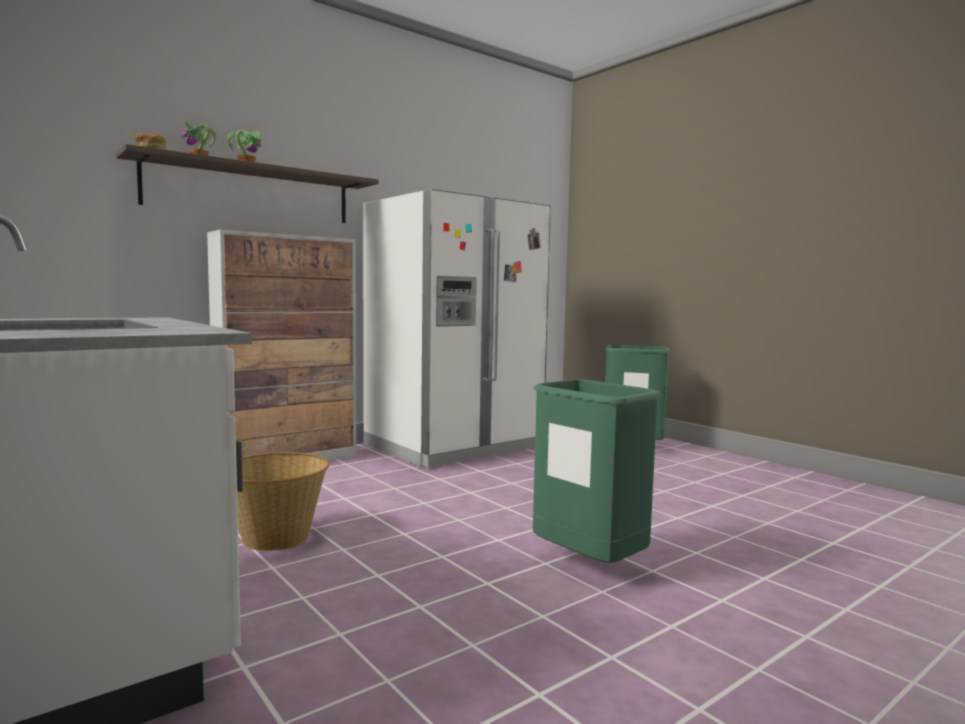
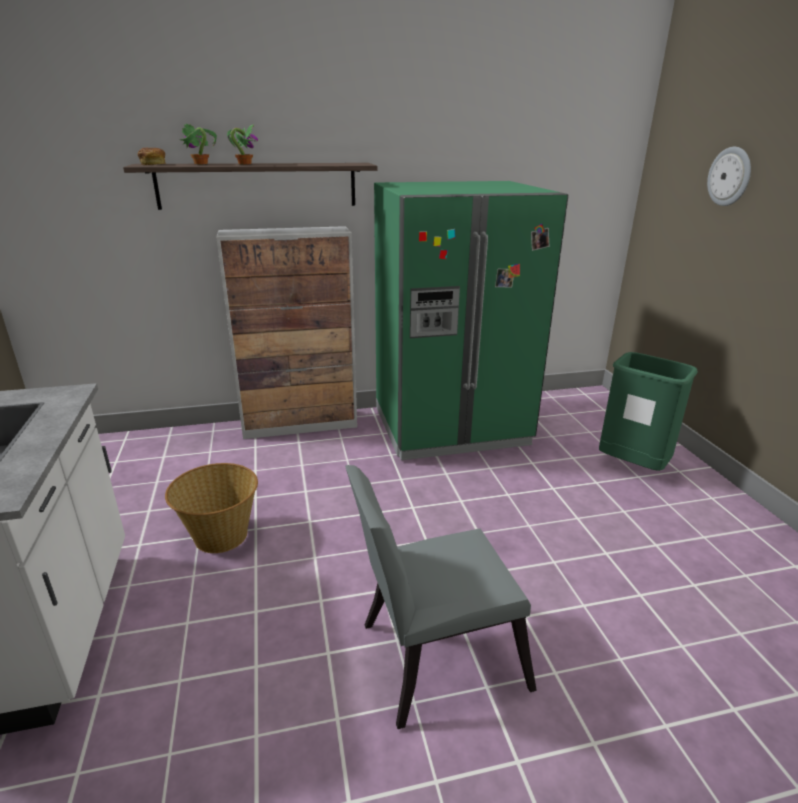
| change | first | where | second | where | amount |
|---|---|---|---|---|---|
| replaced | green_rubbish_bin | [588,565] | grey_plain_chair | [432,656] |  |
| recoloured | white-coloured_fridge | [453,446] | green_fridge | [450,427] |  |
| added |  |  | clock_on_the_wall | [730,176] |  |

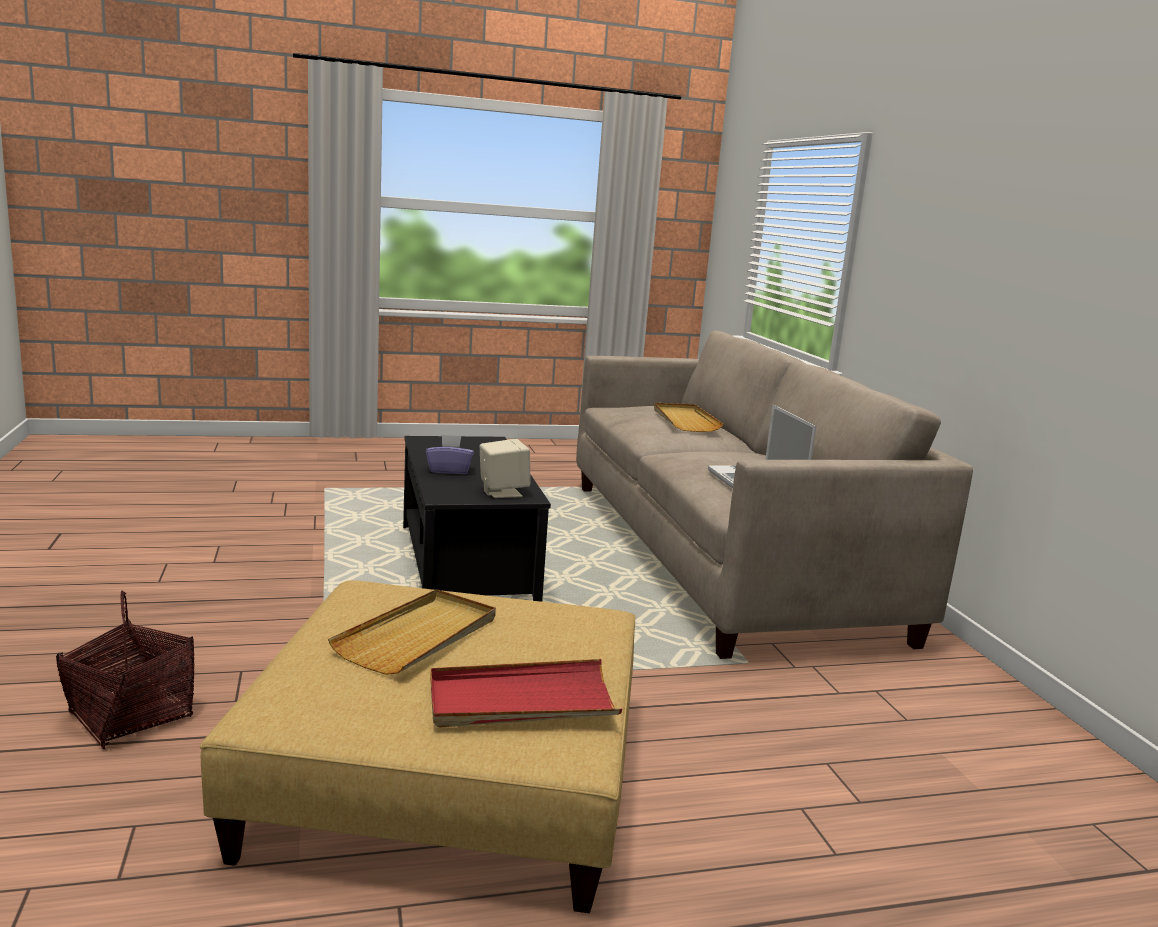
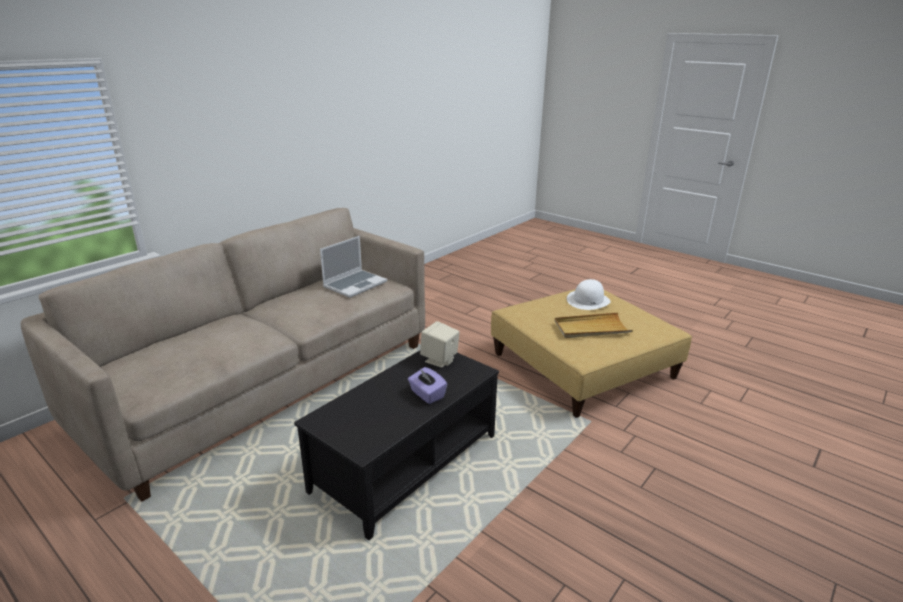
| change | first | where | second | where | amount |
|---|---|---|---|---|---|
| replaced | reddish_tray | [521,701] | white-coloured_hat | [588,300] |  |
| removed | household_basket | [131,716] |  |  |  |
| removed | sand-coloured_tray | [685,420] |  |  |  |

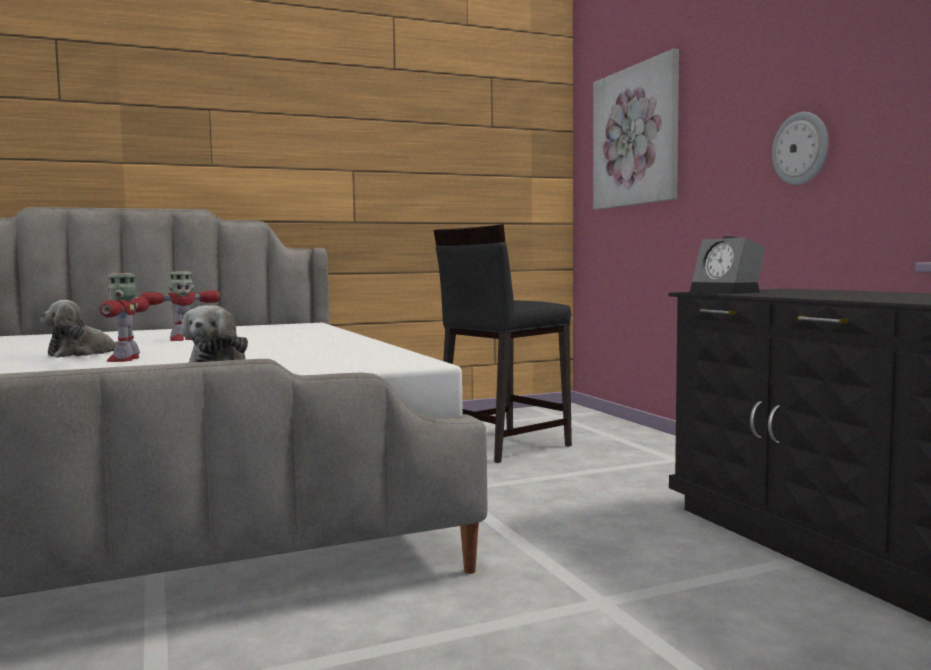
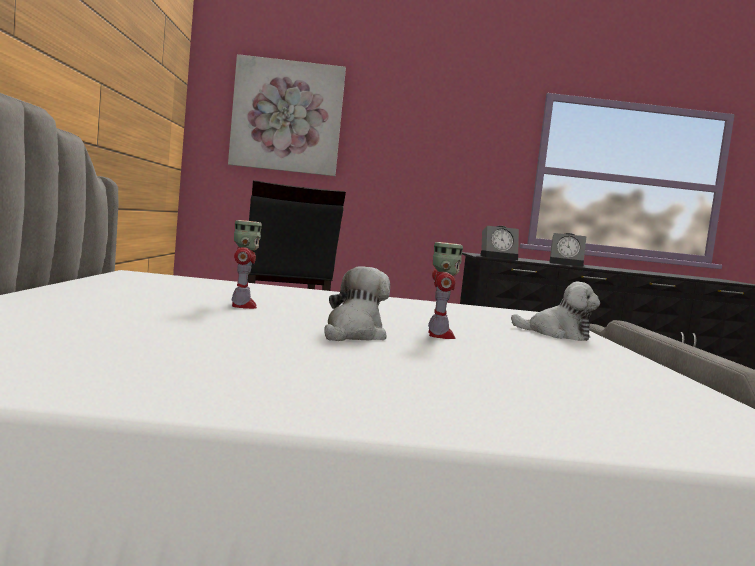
| change | first | where | second | where | amount |
|---|---|---|---|---|---|
| turned | soft_toy | [83,354] |  | [353,335] | 135 degrees counterclockwise |
| turned | toy_robot | [125,359] |  | [439,335] | 105 degrees counterclockwise |
| added |  |  | bedside_clock | [567,264] |  |
| removed | clock_on_the_wall | [801,148] |  |  |  |

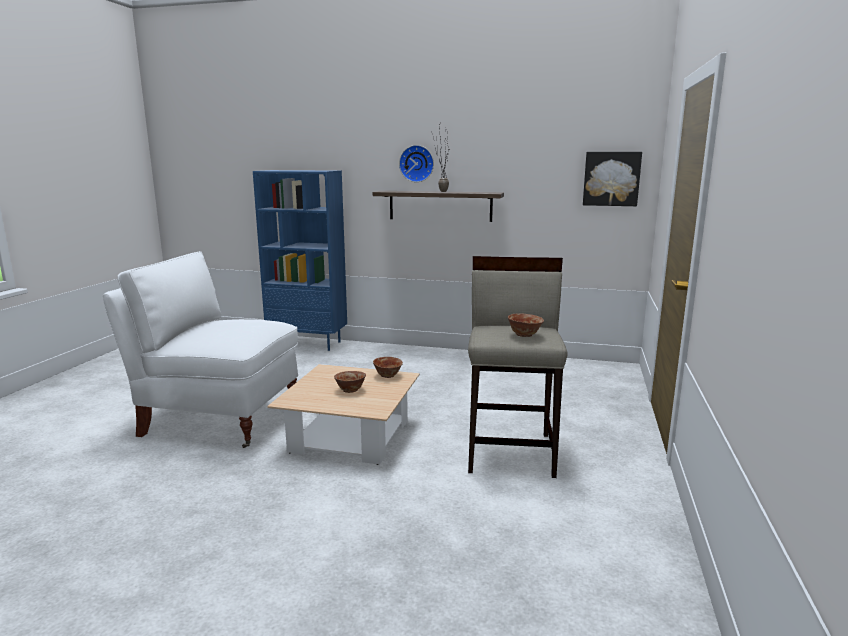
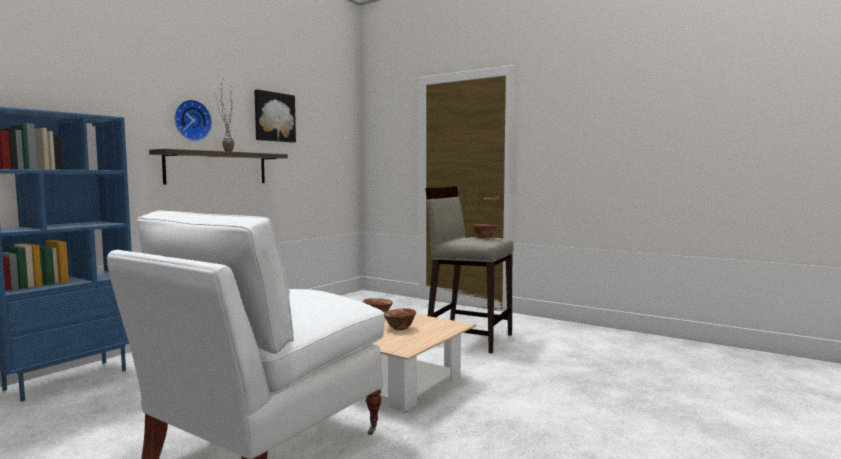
| change | first | where | second | where | amount |
|---|---|---|---|---|---|
| moved | picture | [611,178] |  | [274,117] |  |

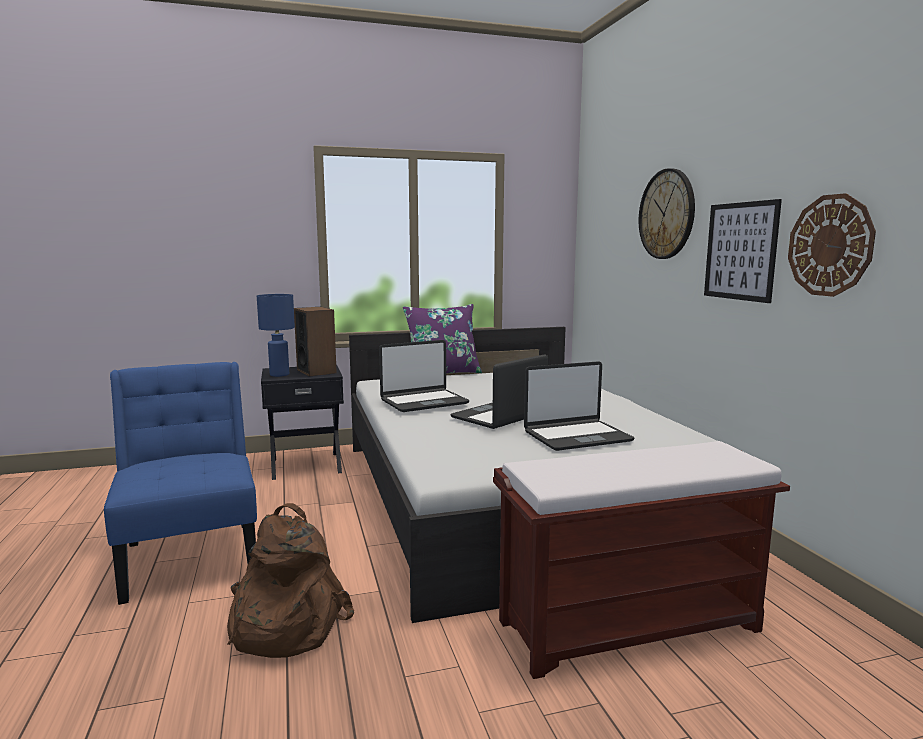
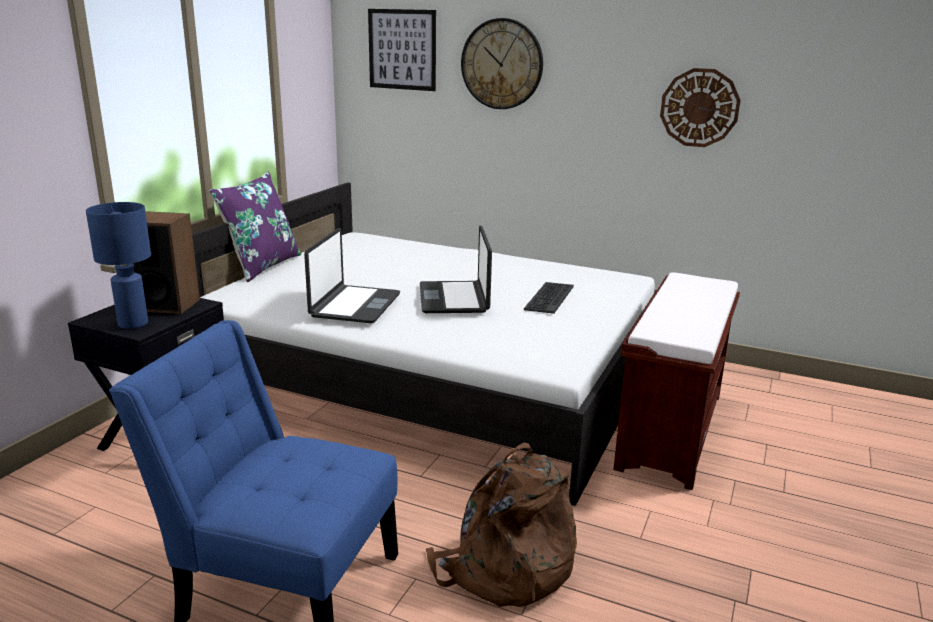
| change | first | where | second | where | amount |
|---|---|---|---|---|---|
| moved | picture | [740,251] |  | [402,49] |  |
| replaced | notebook_computer | [576,436] | computer_keyboard | [548,298] |  |

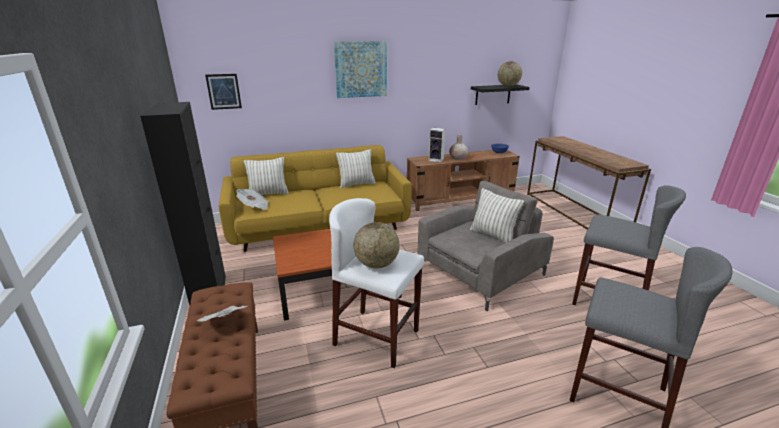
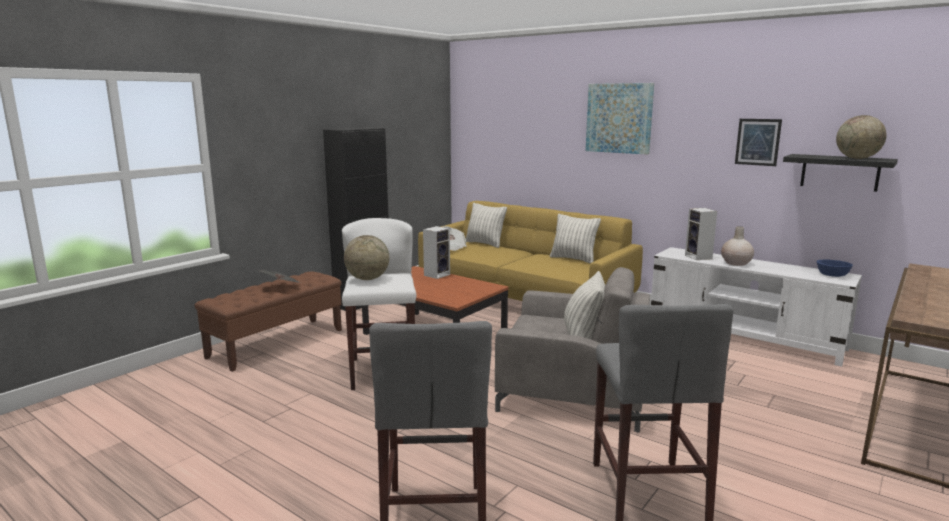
| change | first | where | second | where | amount |
|---|---|---|---|---|---|
| added |  |  | audio_speaker | [437,274] |  |
| recoloured | brownish_tv_unit | [460,199] | white-coloured_tv_unit | [744,336] |  |
| moved | picture | [224,91] |  | [757,142] |  |

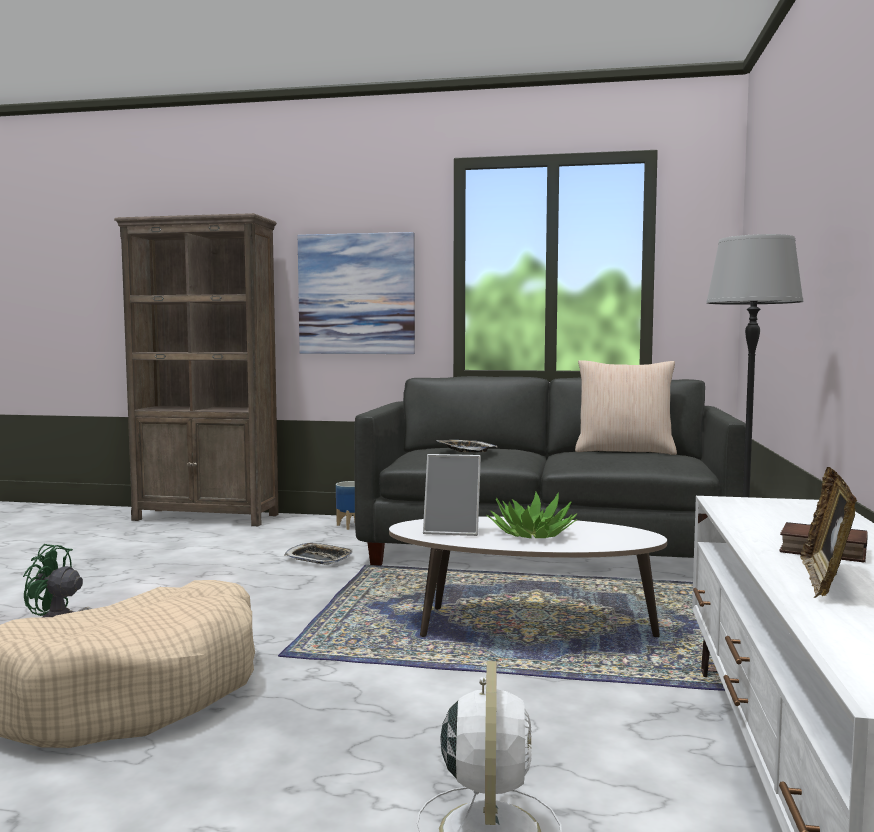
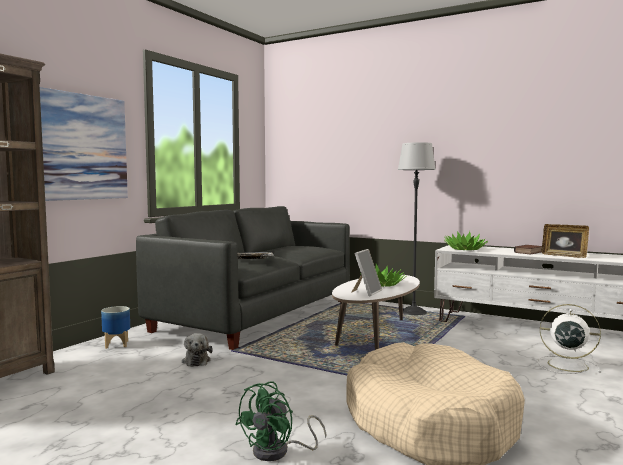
| change | first | where | second | where | amount |
|---|---|---|---|---|---|
| replaced | tray | [319,559] | soft_toy | [196,360] |  |
| added |  |  | houseplant | [465,249] |  |
| removed | sand-coloured_throw_pillow | [624,451] |  |  |  |

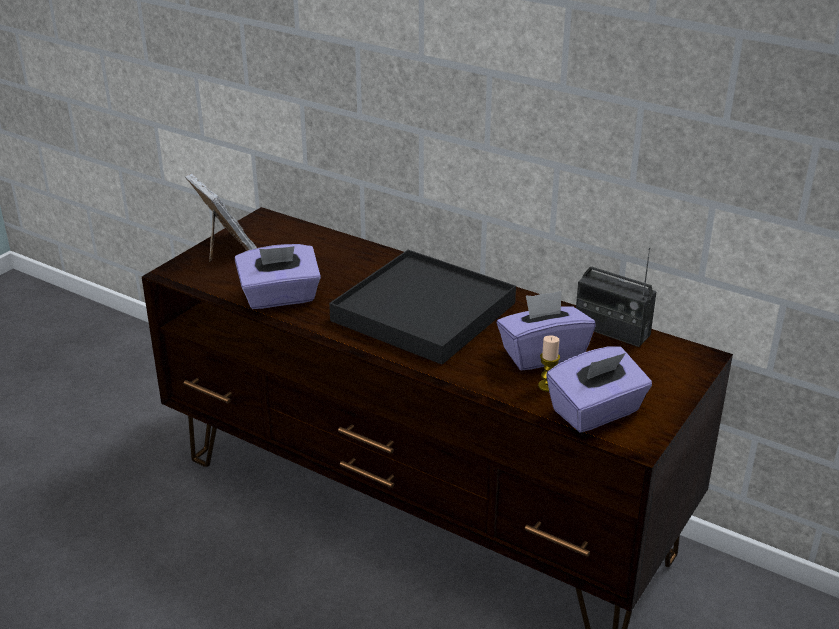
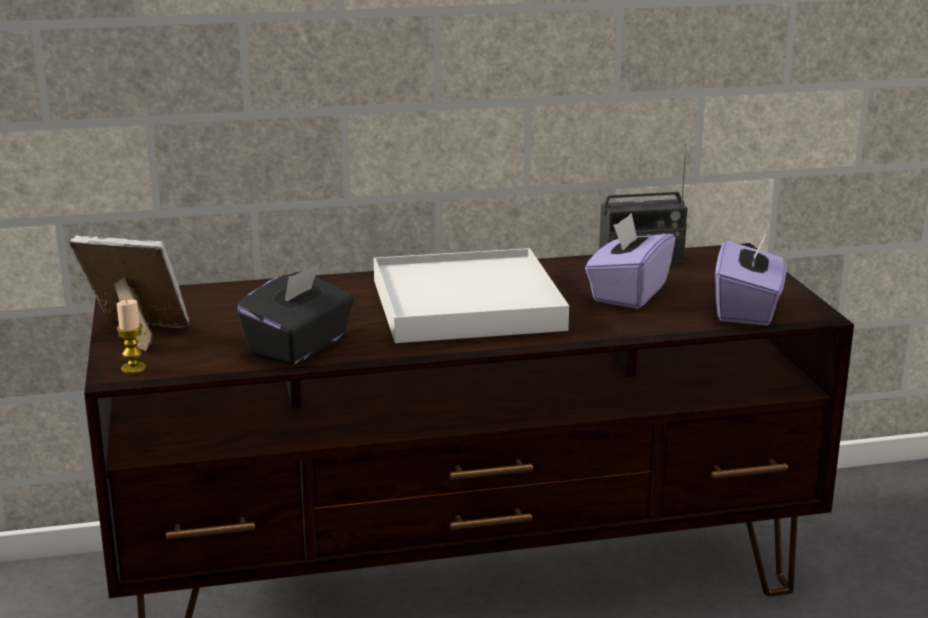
| change | first | where | second | where | amount |
|---|---|---|---|---|---|
| moved | candle | [547,386] |  | [133,368] |  |
| recoloured | purplish_tissue_box | [280,297] | blackish_tissue_box | [299,347] |  |
| recoloured | blackish_tray | [423,312] | white-coloured_tray | [466,304] |  |

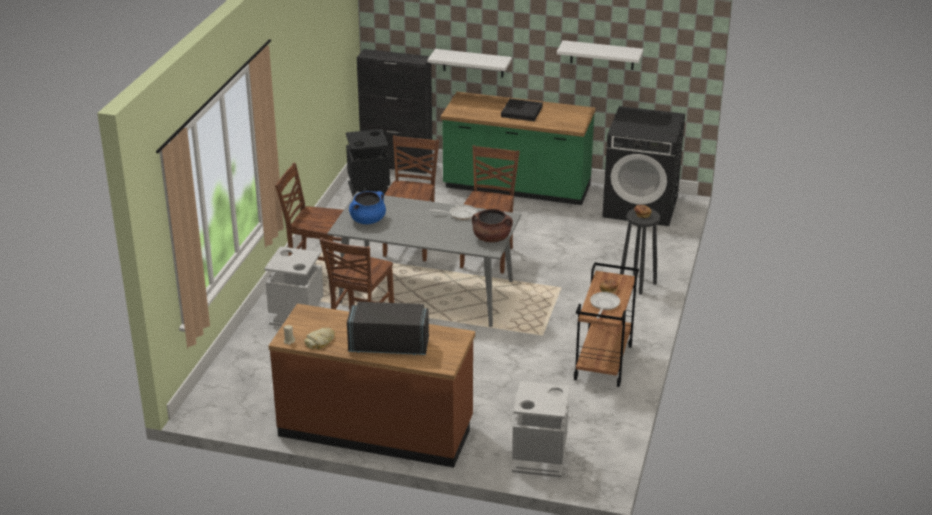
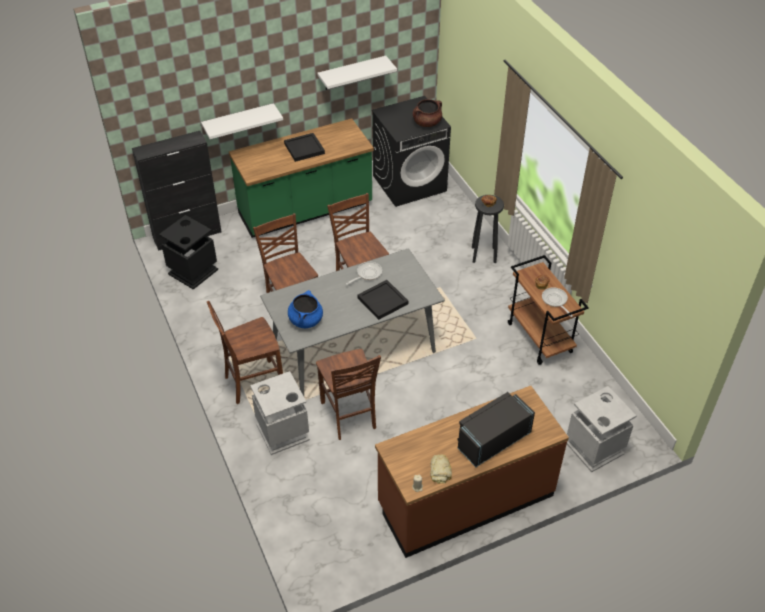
| change | first | where | second | where | amount |
|---|---|---|---|---|---|
| added |  |  | blackish_tray | [382,300] |  |
| moved | brownish_saucepot | [492,238] |  | [427,123] |  |

